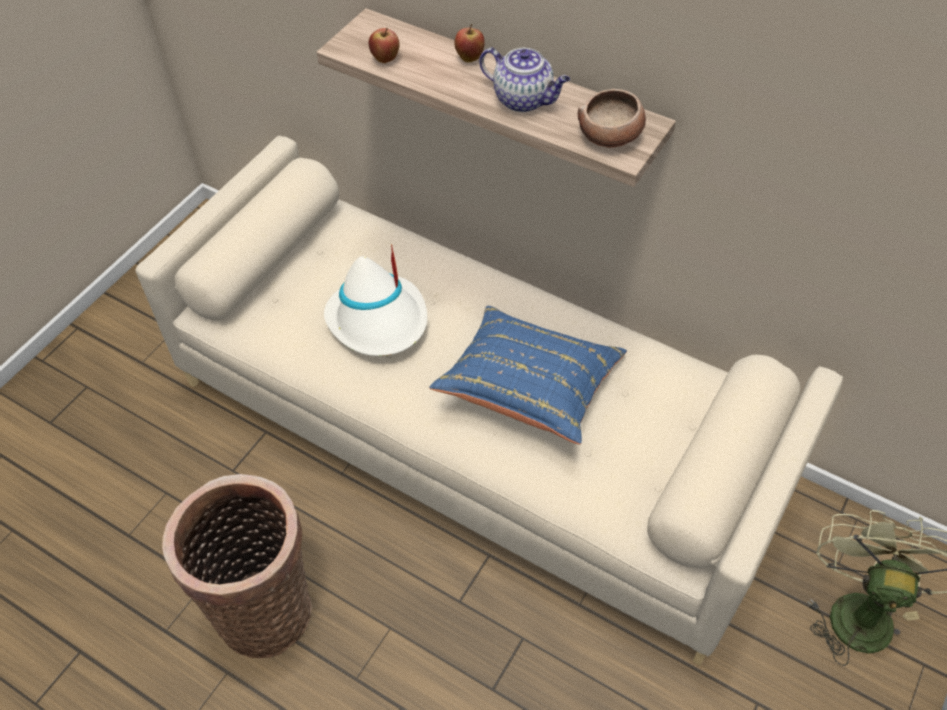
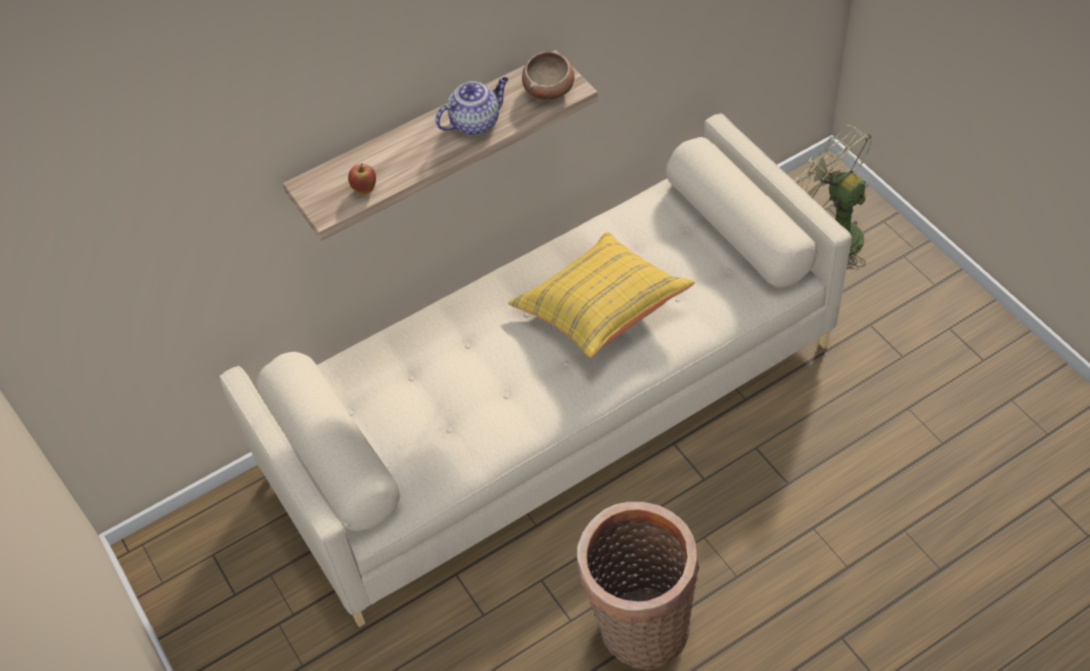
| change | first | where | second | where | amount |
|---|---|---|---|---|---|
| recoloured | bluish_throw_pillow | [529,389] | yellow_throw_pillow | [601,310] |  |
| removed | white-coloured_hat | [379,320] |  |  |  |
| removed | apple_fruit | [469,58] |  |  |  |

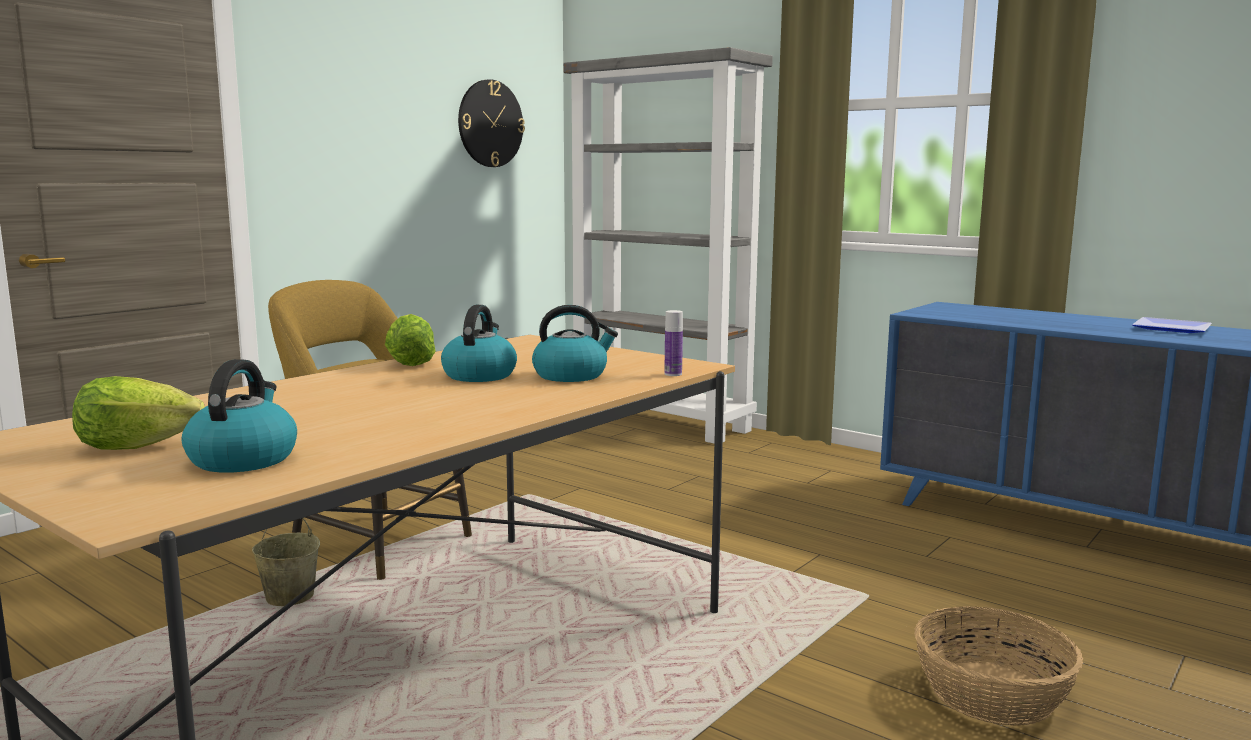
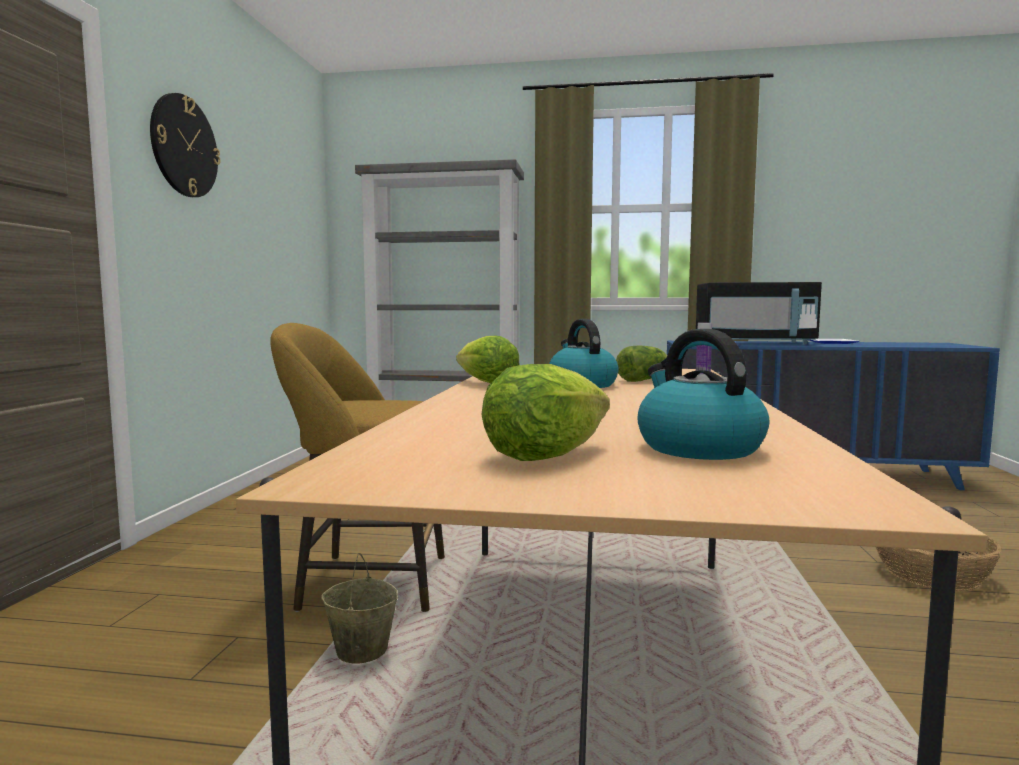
| change | first | where | second | where | amount |
|---|---|---|---|---|---|
| moved | clock_on_the_wall | [490,123] |  | [184,146] |  |
| replaced | tea_kettle | [571,375] | lettuce | [645,380] |  |
| added |  |  | blackish_microwave_oven | [754,343] |  |

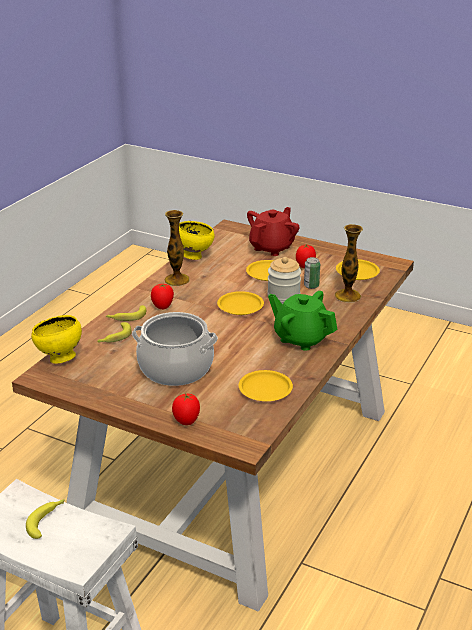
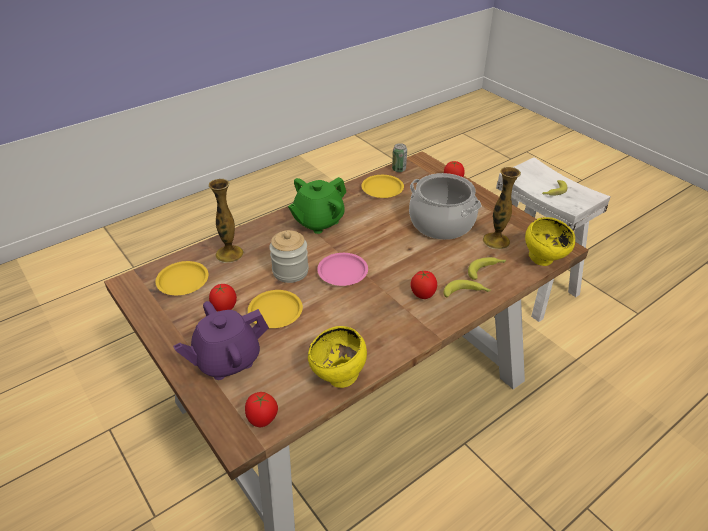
| change | first | where | second | where | amount |
|---|---|---|---|---|---|
| recoloured | reddish_tea_pot | [272,248] | purplish_tea_pot | [227,360] |  |
| added |  |  | fresh_tomato | [262,420] |  |
| turned | green_tea_pot | [301,338] |  | [318,221] | 75 degrees clockwise |
| recoloured | yellow_plate | [240,306] | pink_plate | [342,272] |  |
| moved | can | [311,286] |  | [399,169] |  |
| moved | flower_vase | [177,280] |  | [496,241] |  |

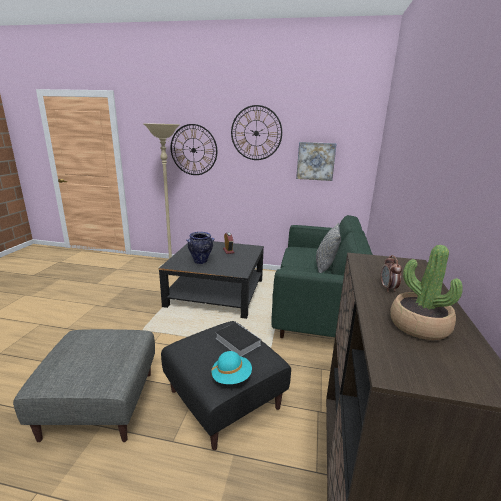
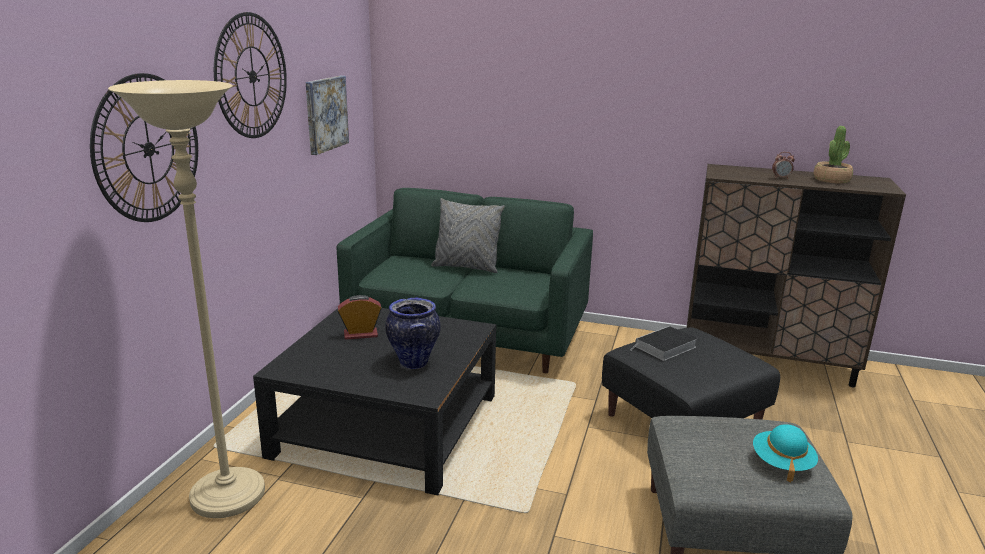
| change | first | where | second | where | amount |
|---|---|---|---|---|---|
| moved | turquoise-coloured_hat | [231,377] |  | [782,463] |  |

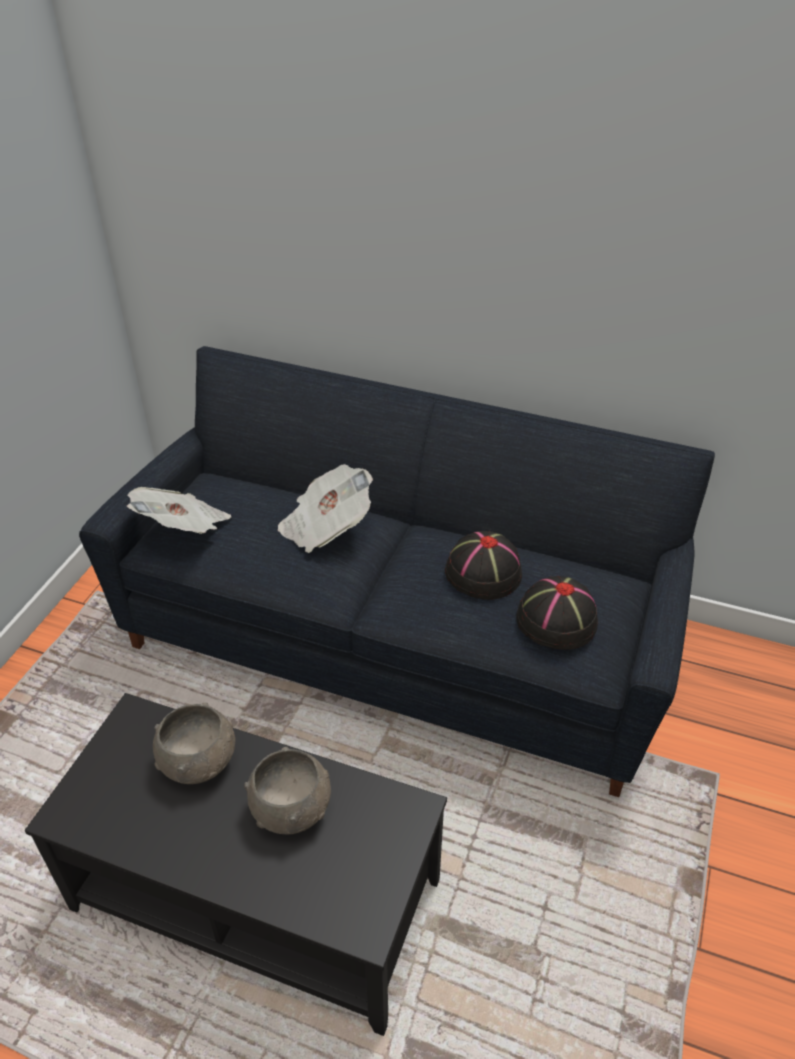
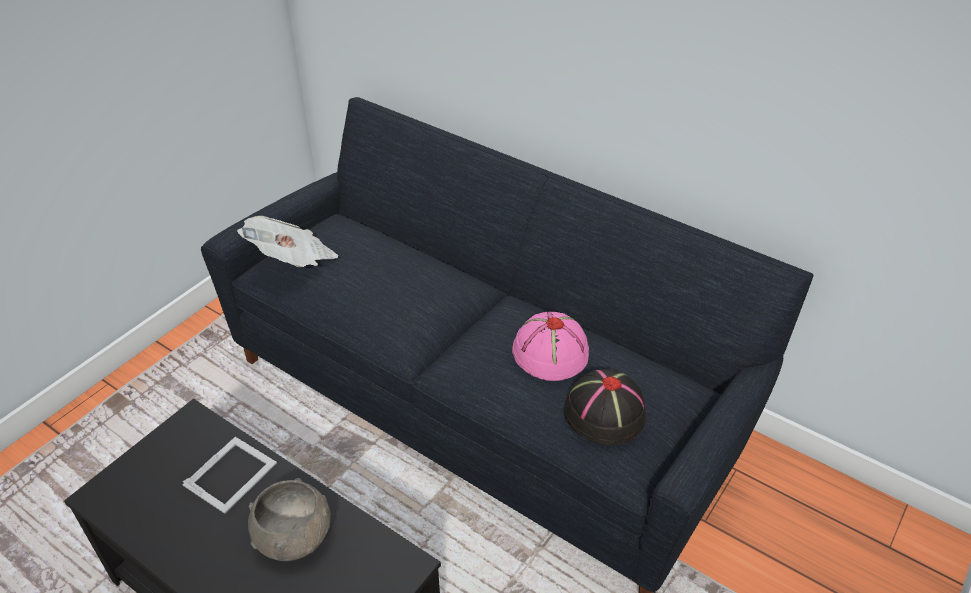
| change | first | where | second | where | amount |
|---|---|---|---|---|---|
| replaced | grey_deep_dish | [199,760] | picture_frame | [231,473] |  |
| recoloured | blackish_hat | [482,572] | pink_hat | [550,353] |  |
| removed | printed_paper | [326,527] |  |  |  |

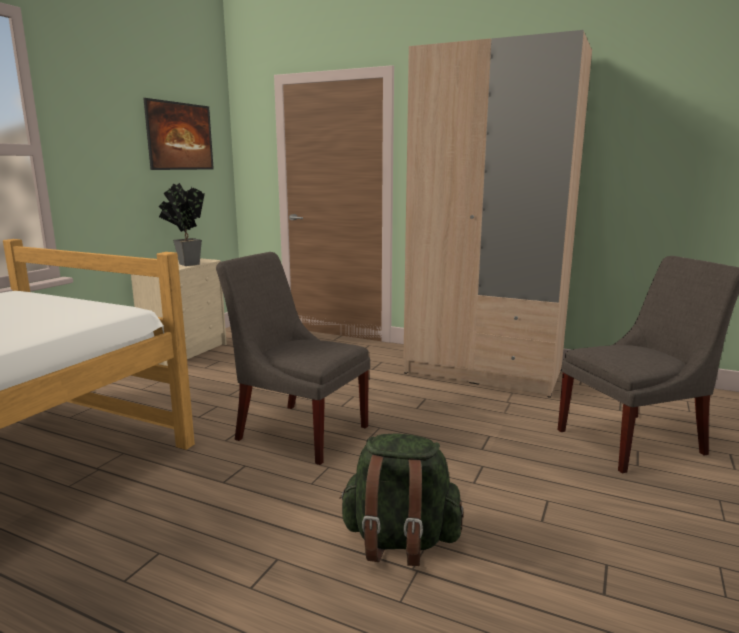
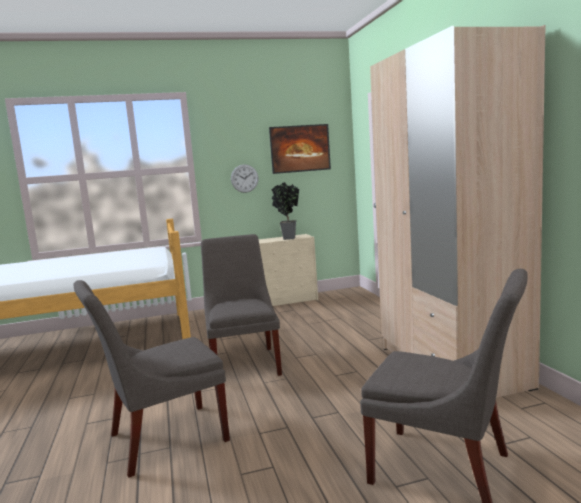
| change | first | where | second | where | amount |
|---|---|---|---|---|---|
| replaced | green_knapsack | [399,541] | grey_plain_chair | [162,439] |  |
| added |  |  | clock_on_the_wall | [244,178] |  |

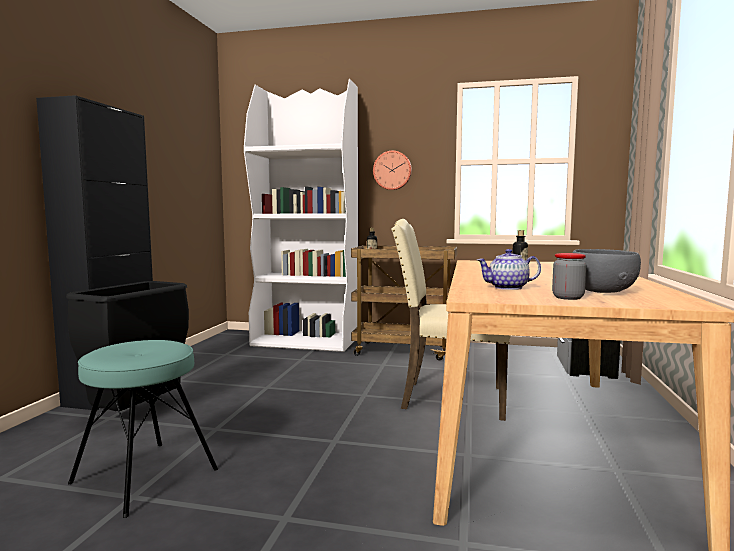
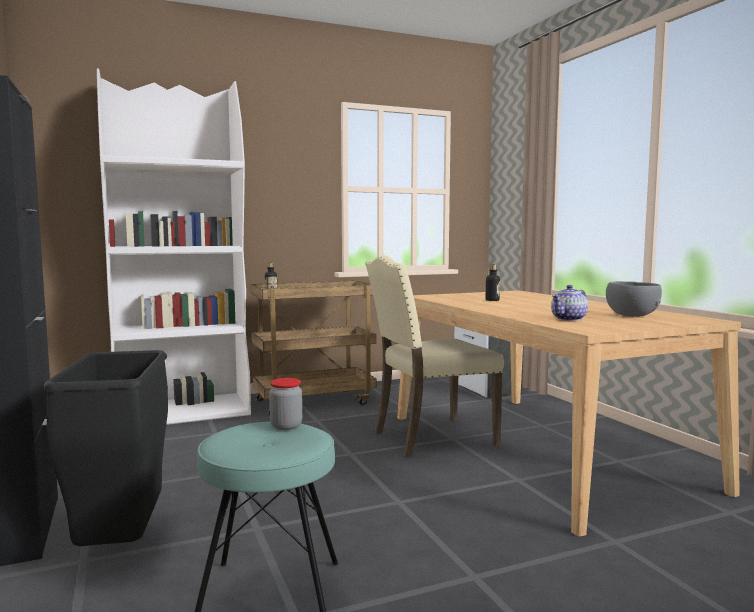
| change | first | where | second | where | amount |
|---|---|---|---|---|---|
| moved | storage_jar | [568,297] |  | [286,426] |  |
| removed | clock_on_the_wall | [392,170] |  |  |  |

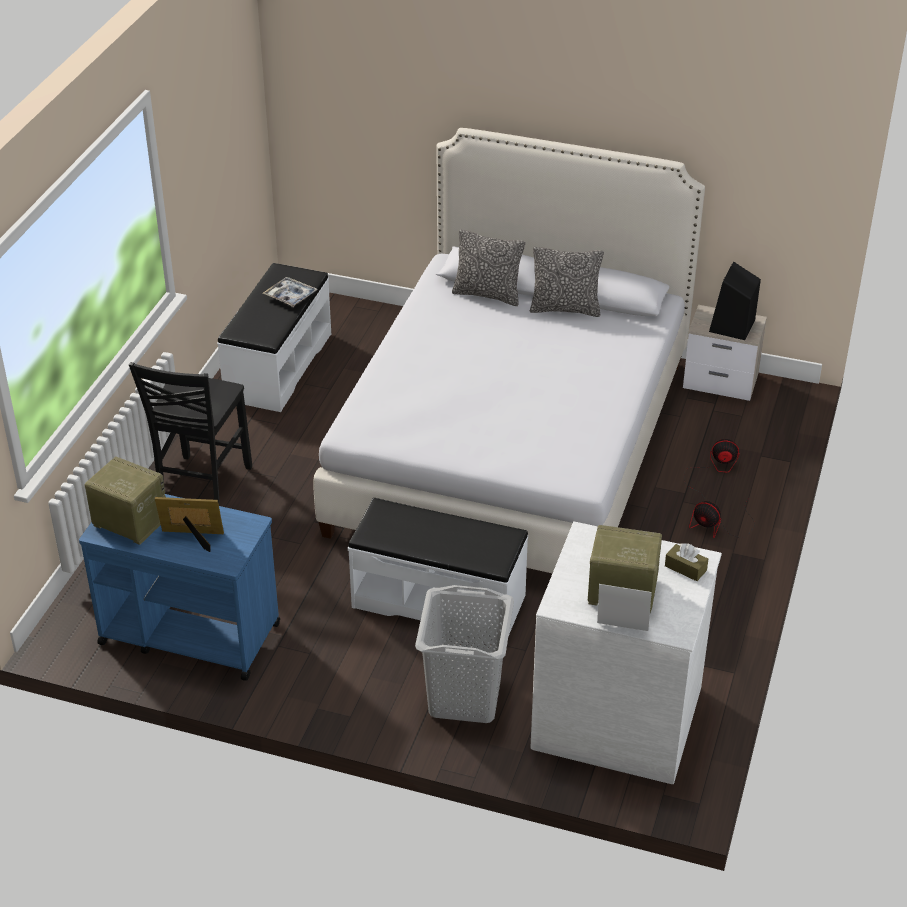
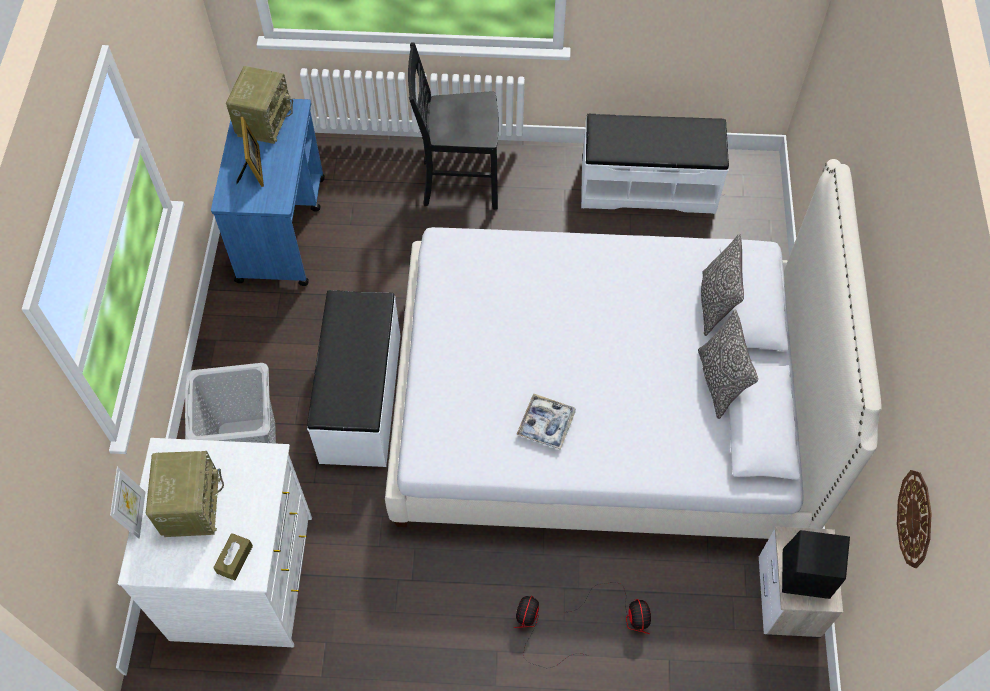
| change | first | where | second | where | amount |
|---|---|---|---|---|---|
| moved | tray | [290,296] |  | [546,424] |  |
| added |  |  | clock_on_the_wall | [915,518] |  |

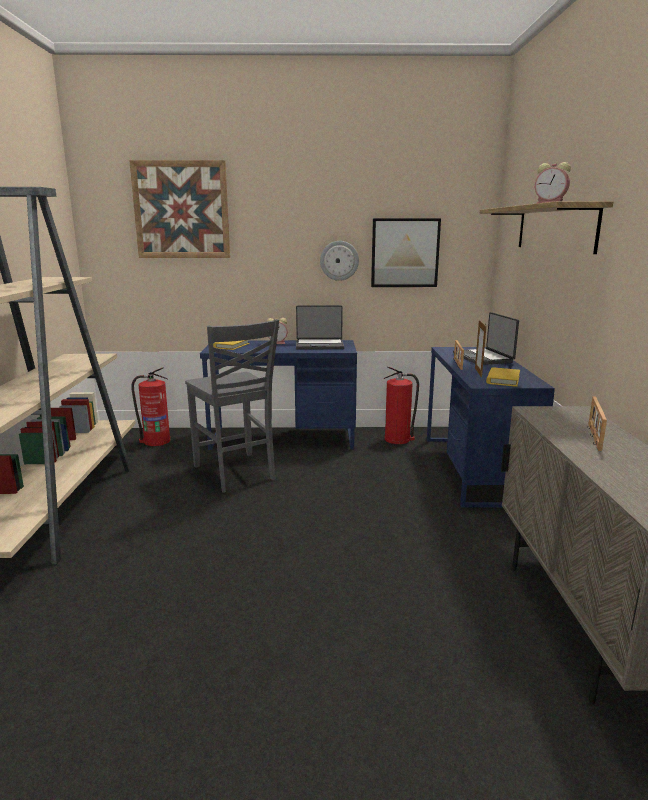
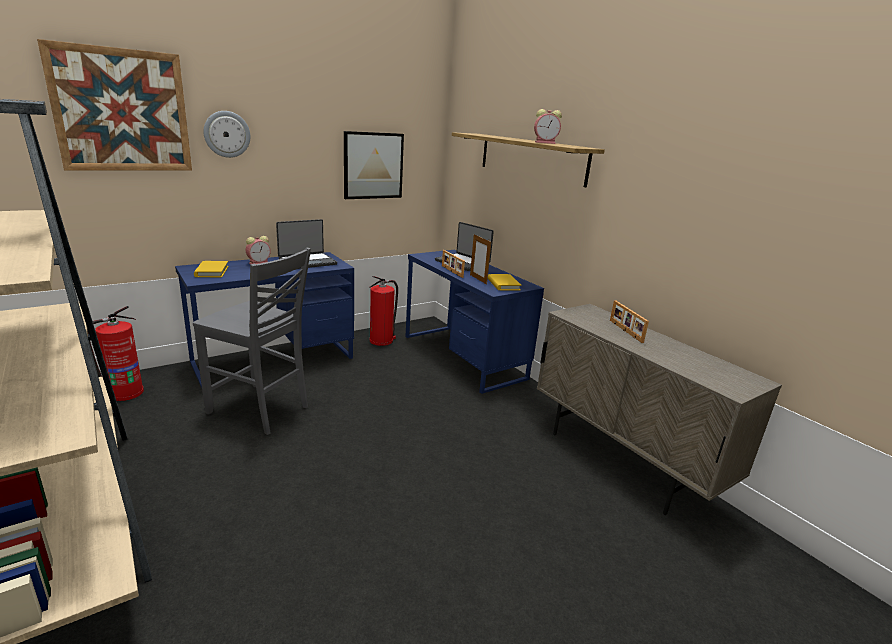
| change | first | where | second | where | amount |
|---|---|---|---|---|---|
| moved | clock_on_the_wall | [339,260] |  | [227,134] |  |

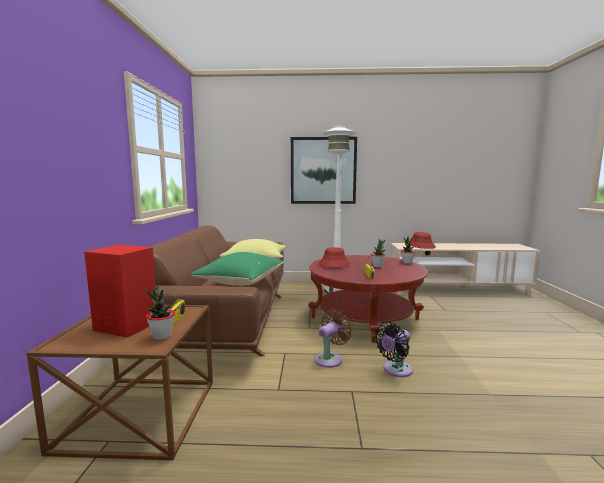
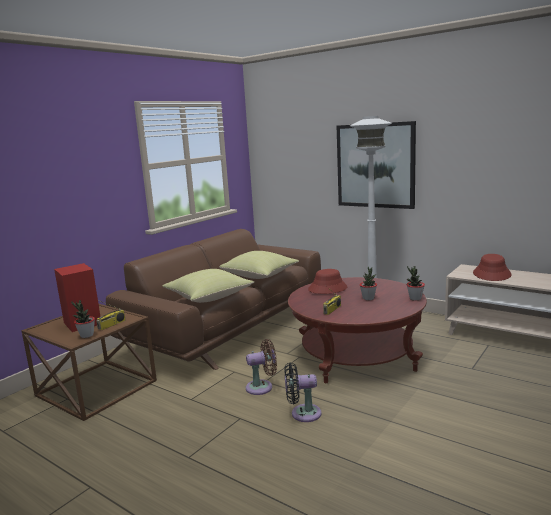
| change | first | where | second | where | amount |
|---|---|---|---|---|---|
| recoloured | green_throw_pillow | [241,282] | yellow_throw_pillow | [209,298] |  |

